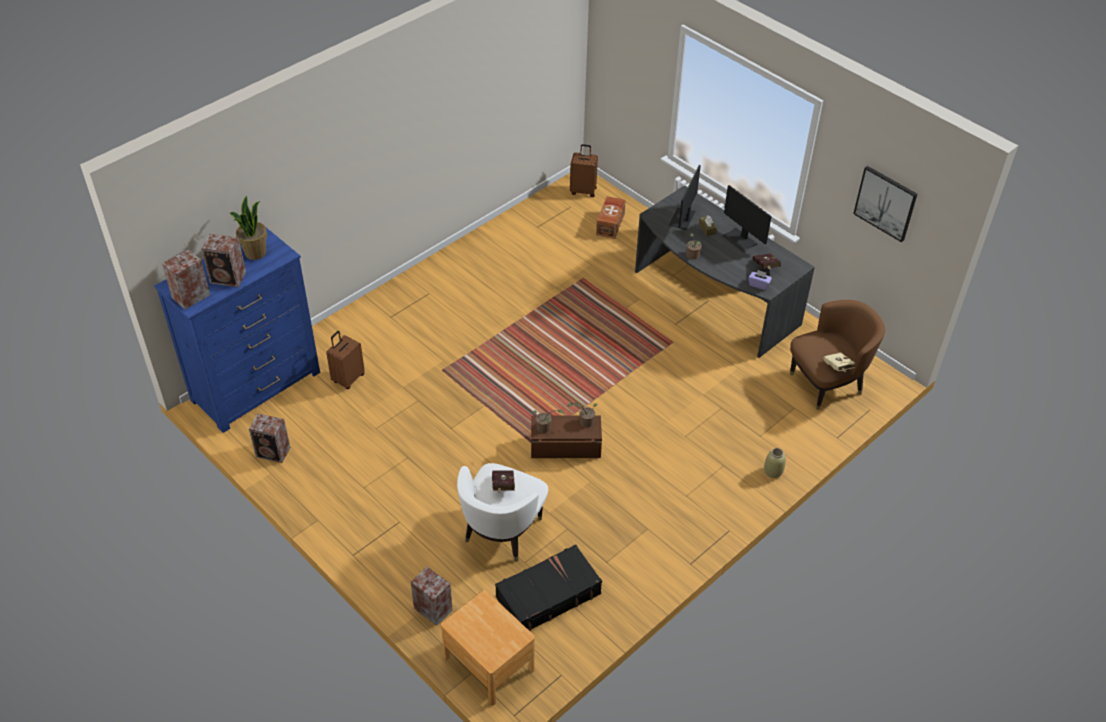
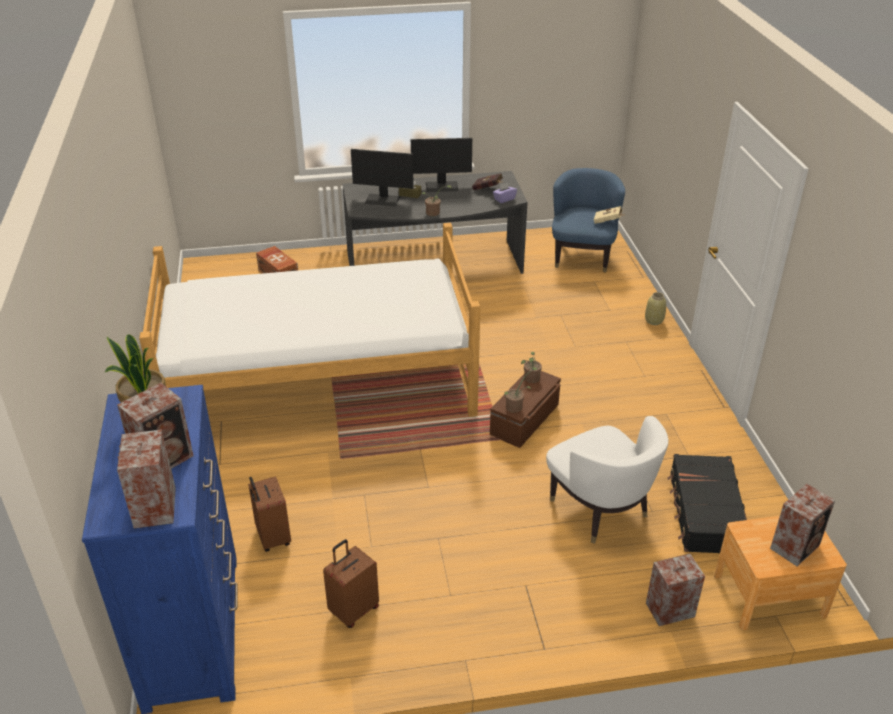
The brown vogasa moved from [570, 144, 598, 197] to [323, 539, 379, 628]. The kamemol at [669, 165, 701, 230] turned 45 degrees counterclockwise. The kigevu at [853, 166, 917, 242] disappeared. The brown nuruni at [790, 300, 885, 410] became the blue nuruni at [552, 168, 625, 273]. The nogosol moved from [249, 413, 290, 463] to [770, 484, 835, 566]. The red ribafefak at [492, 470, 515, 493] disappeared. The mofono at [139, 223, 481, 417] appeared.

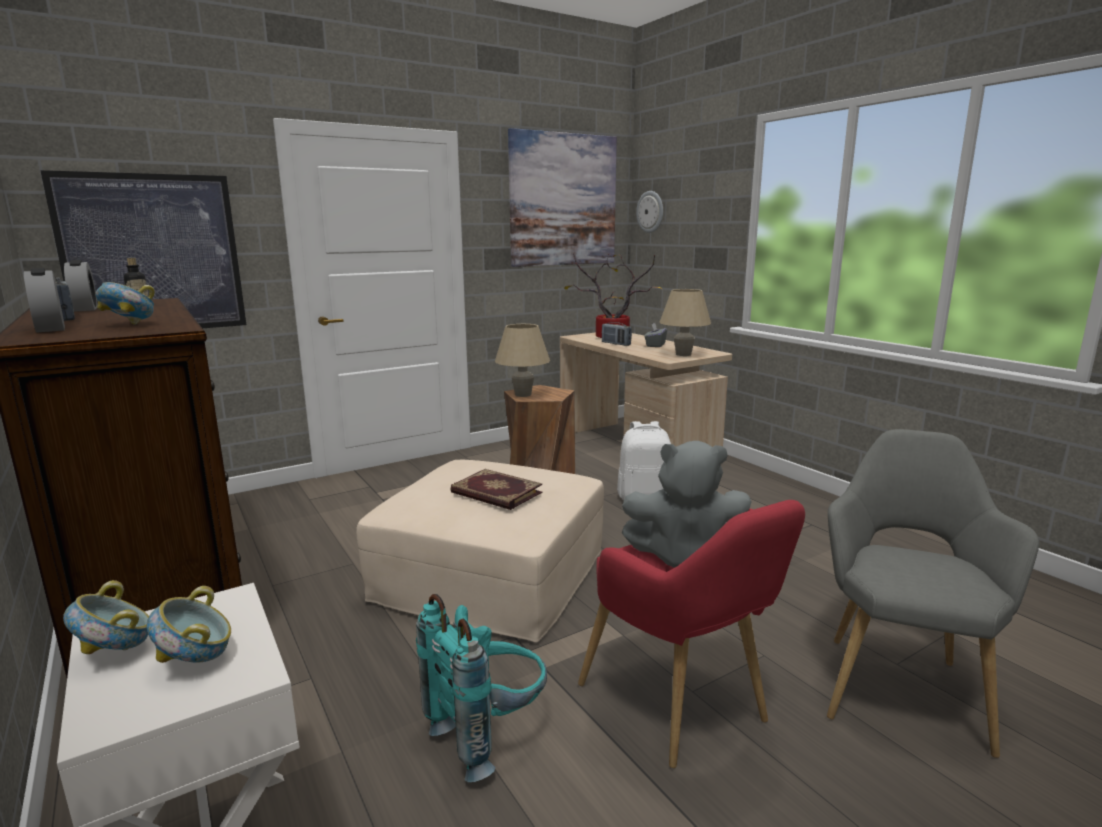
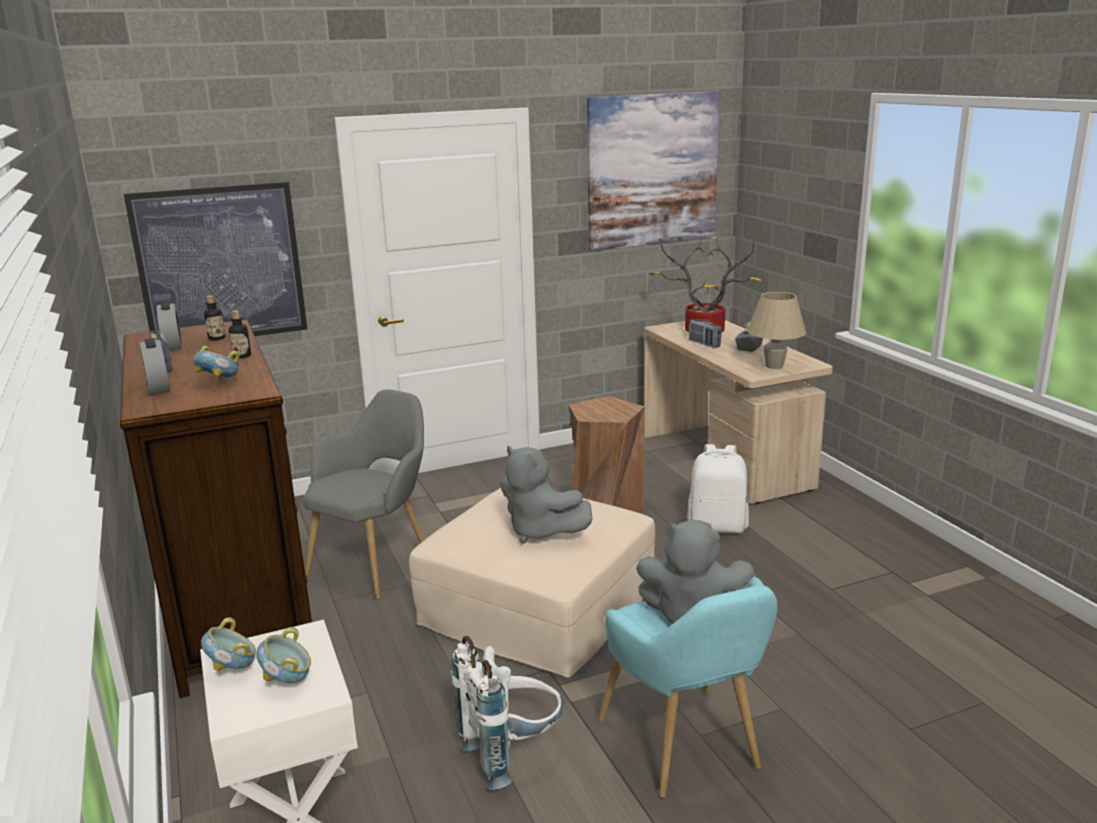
The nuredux at [636, 191, 663, 233] disappeared. The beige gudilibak at [495, 324, 550, 397] disappeared. The grey nuruni moved from [827, 429, 1039, 758] to [304, 389, 424, 599]. The ribafefak at [450, 469, 542, 510] was replaced by the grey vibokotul at [500, 446, 593, 543]. The red nuruni at [578, 500, 805, 768] became the turquoise nuruni at [598, 577, 777, 798]. The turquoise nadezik at [416, 594, 547, 782] became the white nadezik at [451, 636, 563, 790]. The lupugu at [229, 310, 251, 358] appeared.

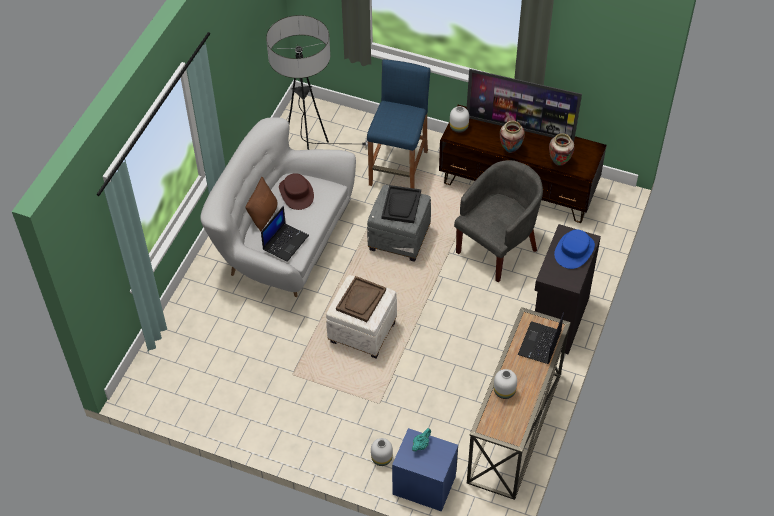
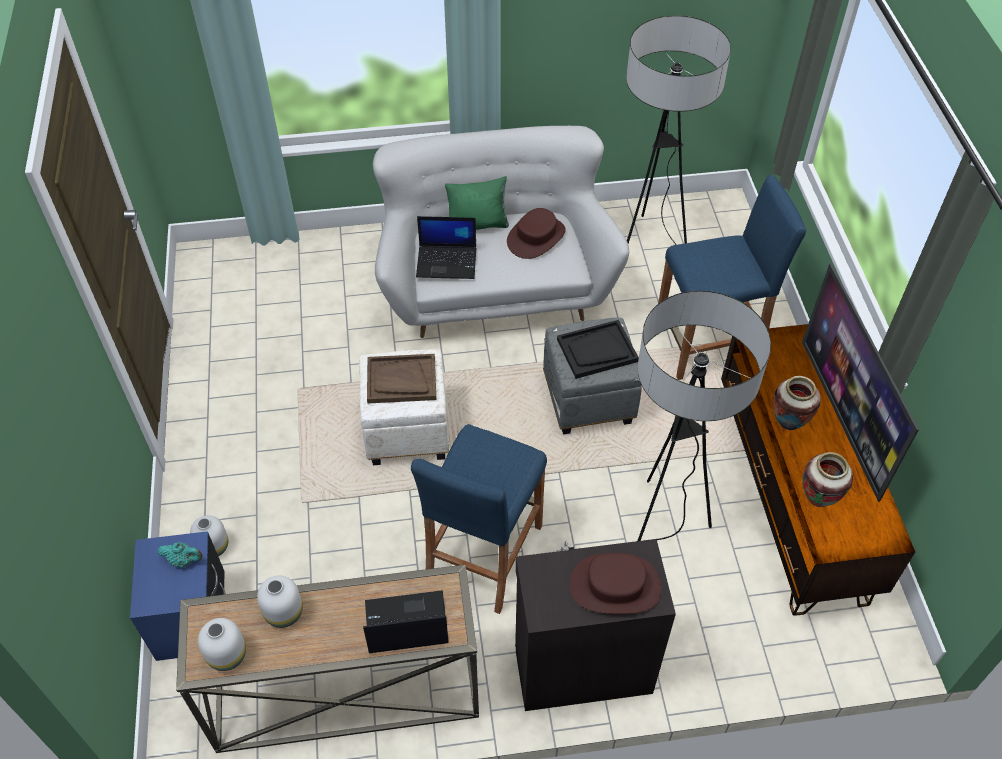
The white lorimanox moved from [450, 106, 469, 133] to [198, 618, 246, 671]. The grey nuruni at [454, 160, 543, 282] was replaced by the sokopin at [556, 291, 771, 551]. The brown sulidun at [245, 177, 278, 231] became the green sulidun at [445, 176, 509, 230]. The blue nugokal at [554, 230, 595, 269] became the brown nugokal at [570, 553, 661, 614]. The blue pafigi at [411, 424, 547, 614] appeared.

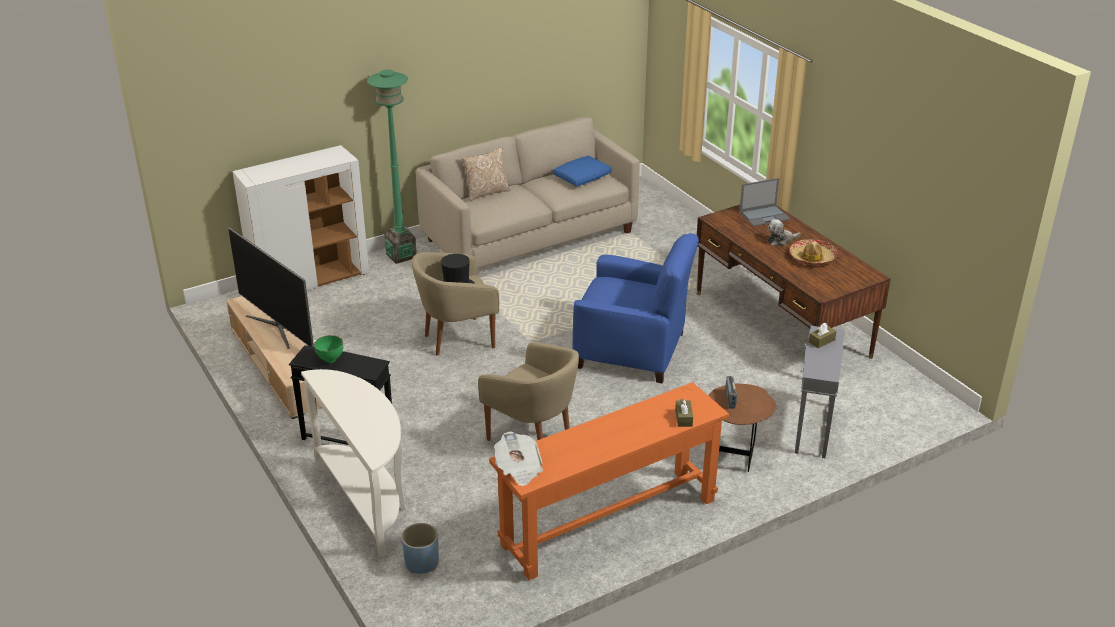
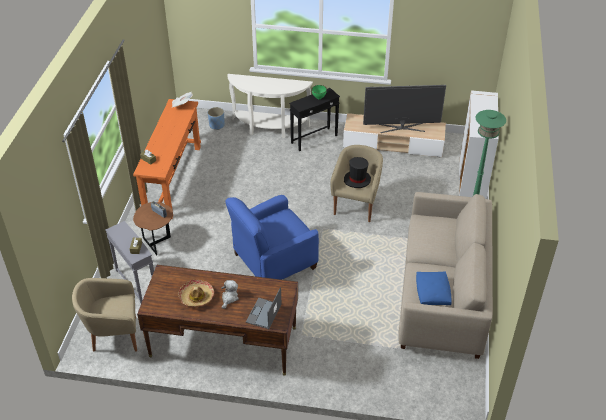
The sulidun at [462, 147, 511, 202] disappeared. The beige nuruni moved from [478, 342, 579, 441] to [72, 278, 137, 352].

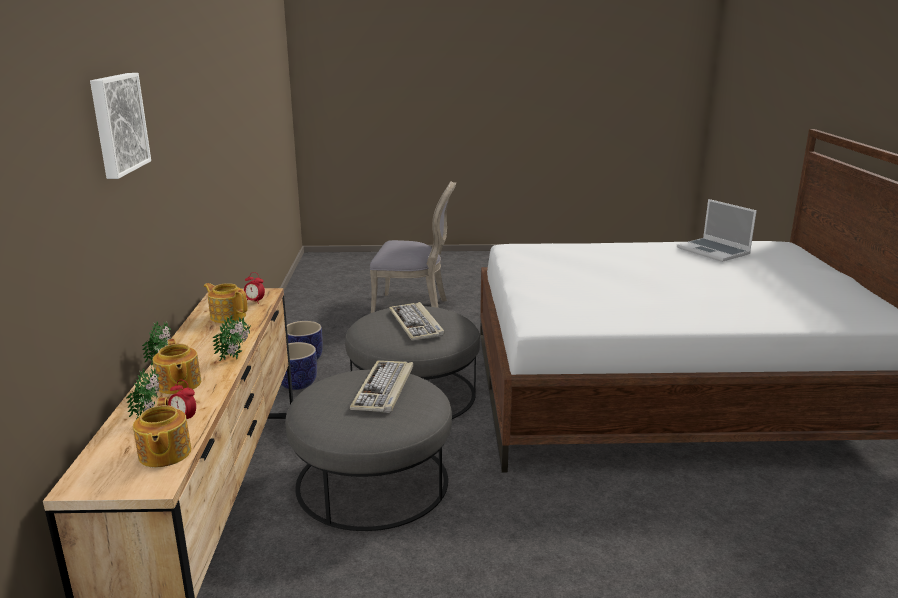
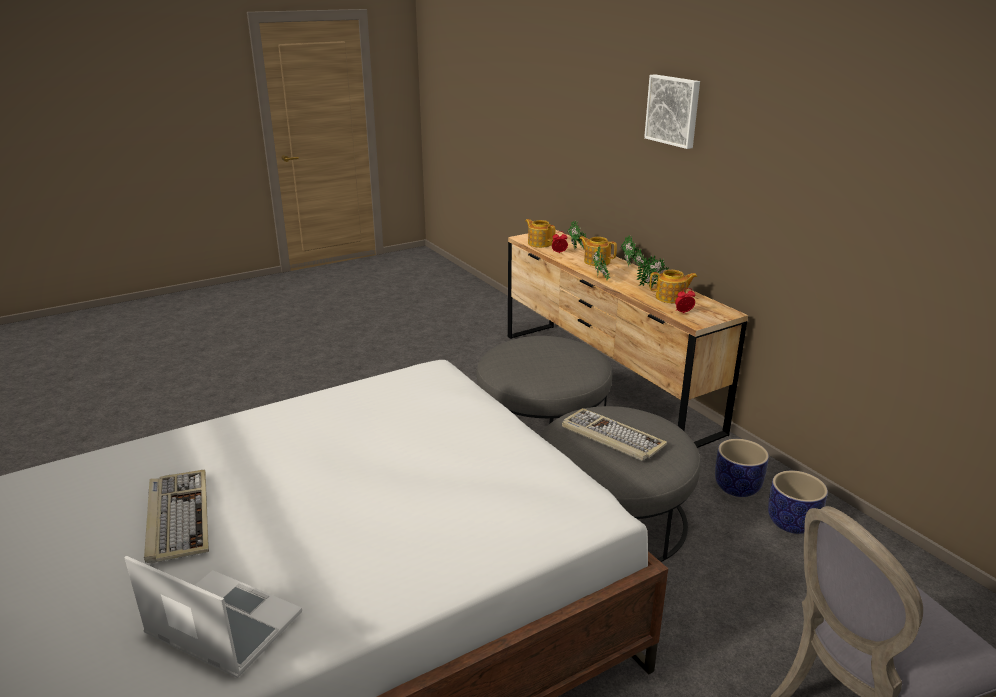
The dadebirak moved from [350, 361, 413, 413] to [144, 470, 209, 563]. The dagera at [636, 255, 669, 288] appeared.

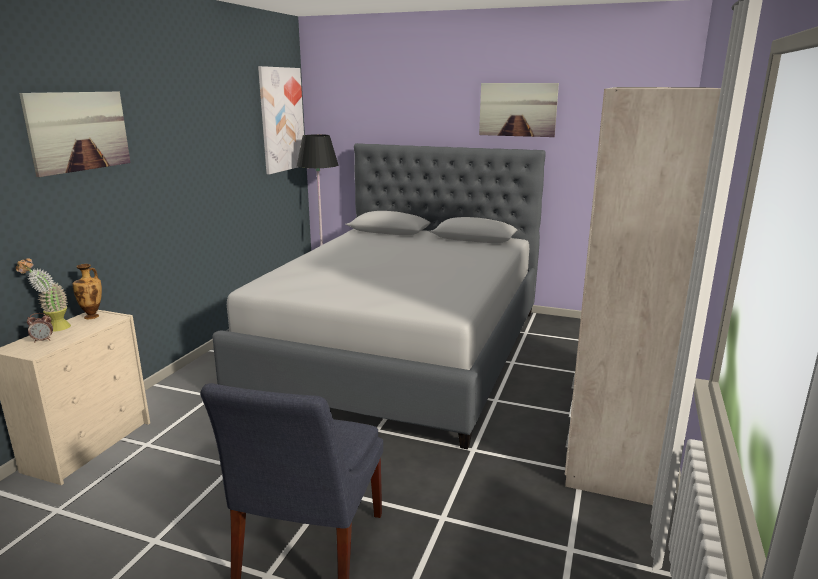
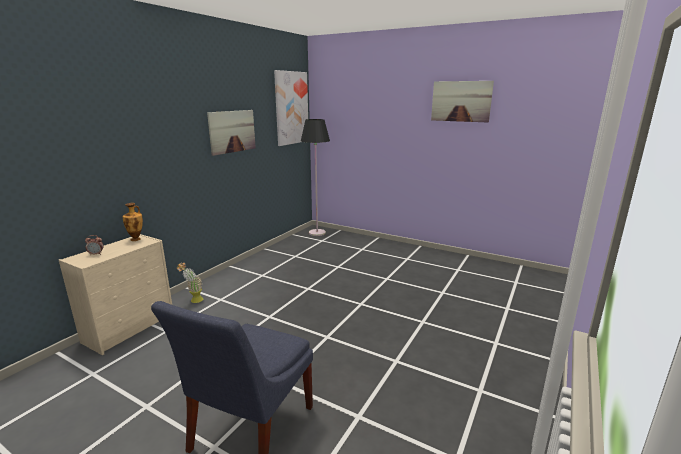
The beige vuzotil at [565, 87, 721, 505] disappeared. The kigevu moved from [19, 91, 131, 177] to [207, 110, 256, 156]. The grey mofono at [212, 143, 546, 449] disappeared. The dagera moved from [16, 258, 71, 332] to [177, 262, 203, 303].

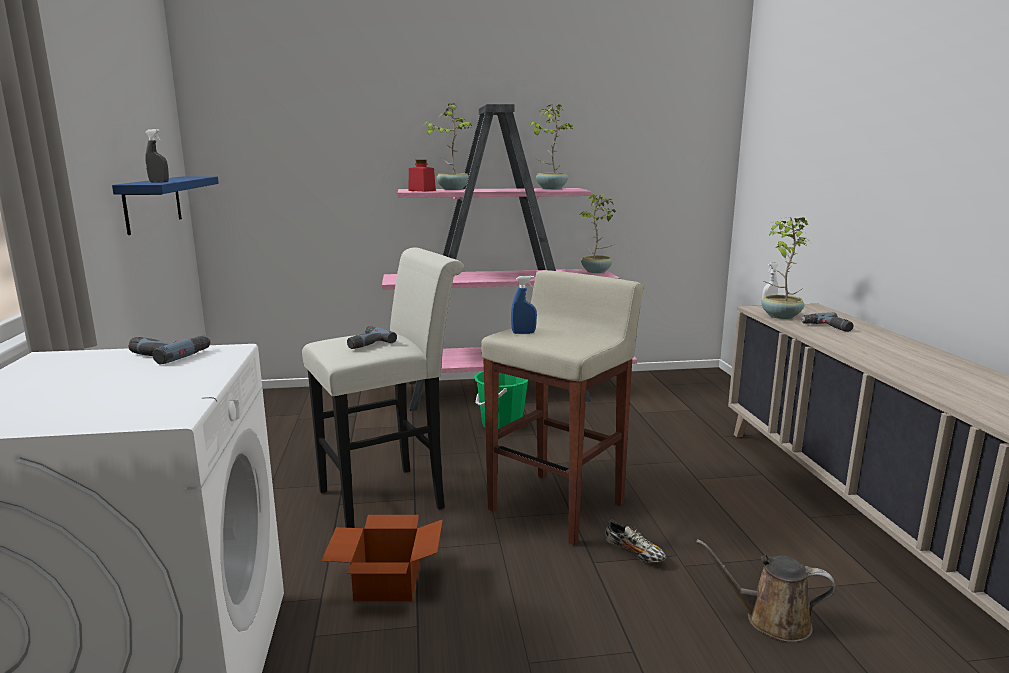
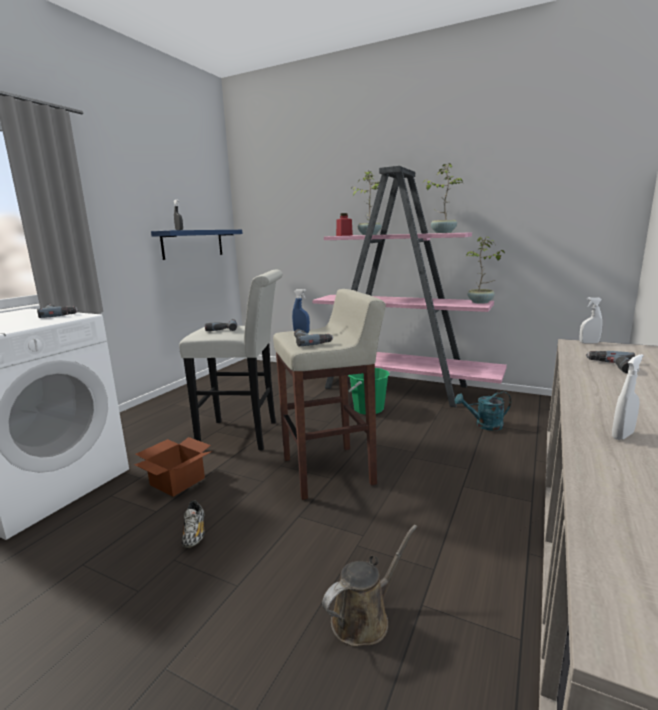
The dagera at [761, 217, 808, 319] disappeared. The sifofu moved from [605, 520, 666, 563] to [182, 500, 204, 548]. The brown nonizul at [696, 539, 836, 642] turned 90 degrees clockwise. The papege at [294, 329, 333, 347] appeared. The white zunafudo at [612, 354, 644, 440] appeared. The turquoise nonizul at [454, 392, 511, 431] appeared.

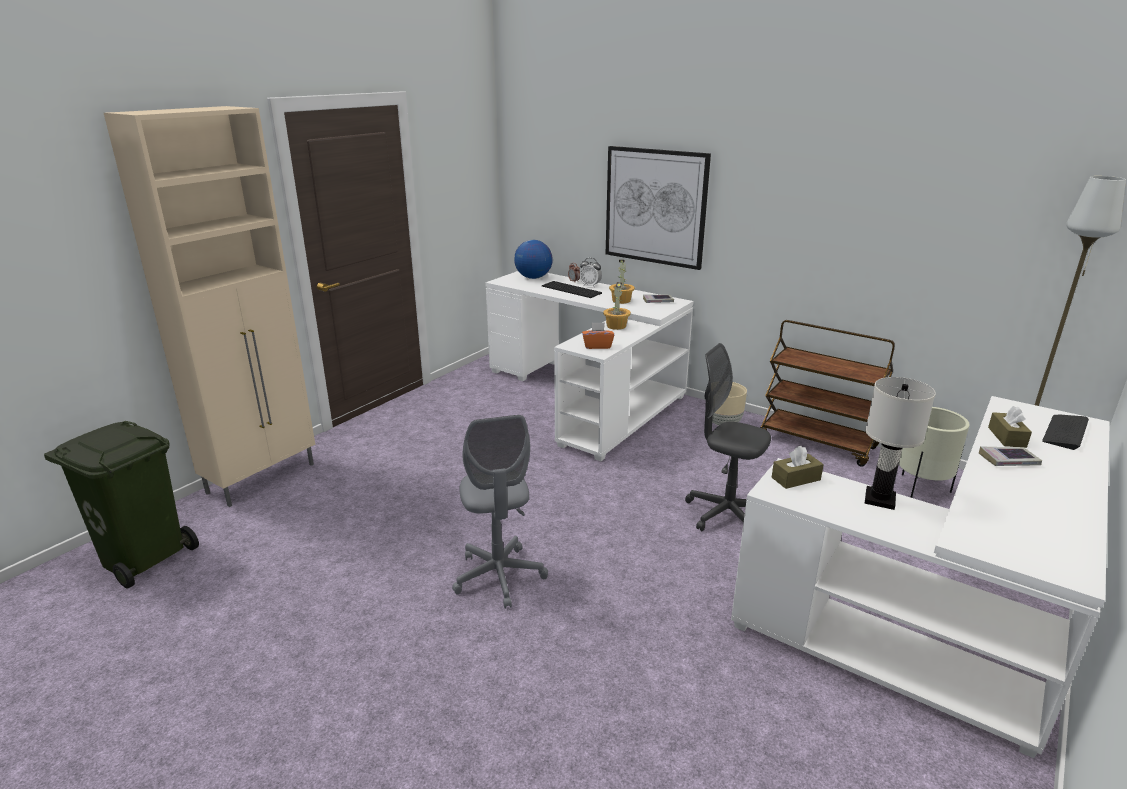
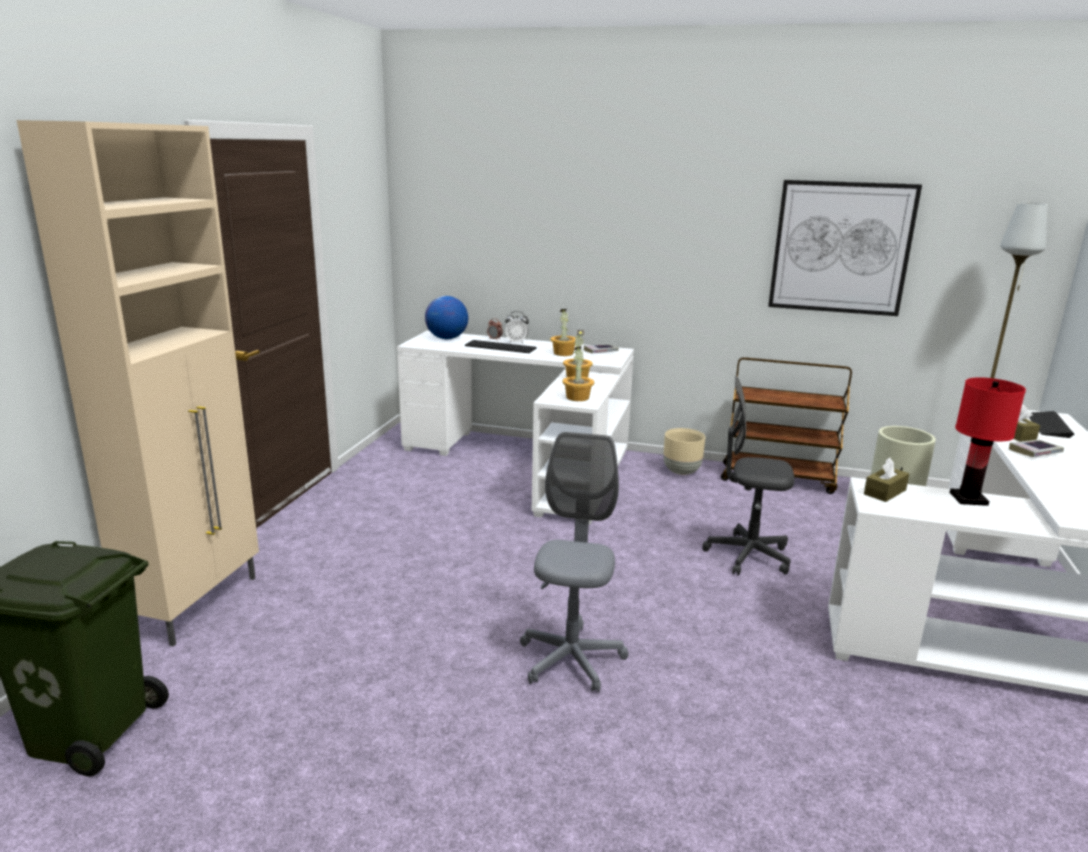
The kigevu moved from [606, 146, 711, 270] to [768, 180, 922, 316]. The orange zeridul at [582, 322, 614, 349] was replaced by the dagera at [562, 347, 594, 401]. The white gudilibak at [865, 377, 936, 510] became the red gudilibak at [950, 377, 1026, 506]. The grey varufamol at [452, 415, 548, 608] turned 135 degrees counterclockwise.

